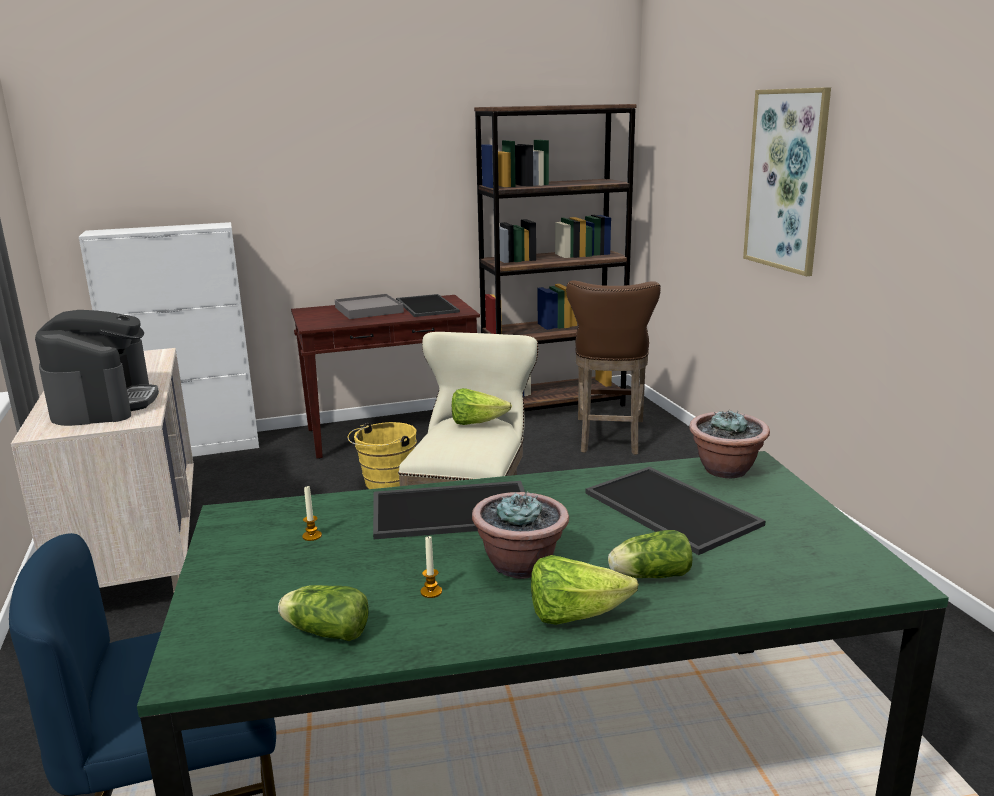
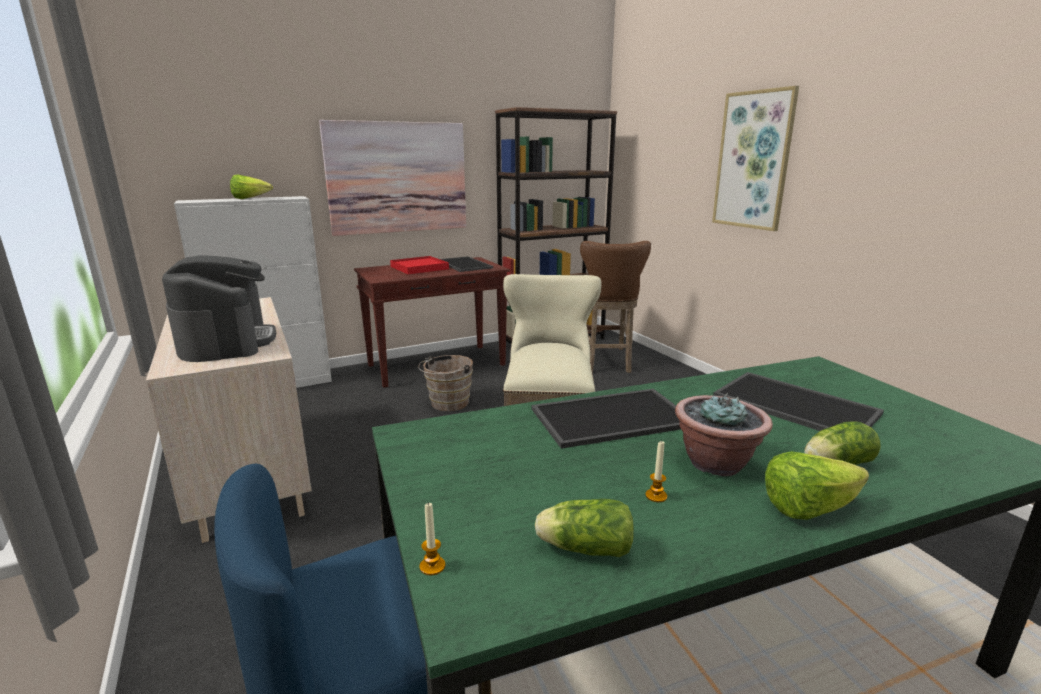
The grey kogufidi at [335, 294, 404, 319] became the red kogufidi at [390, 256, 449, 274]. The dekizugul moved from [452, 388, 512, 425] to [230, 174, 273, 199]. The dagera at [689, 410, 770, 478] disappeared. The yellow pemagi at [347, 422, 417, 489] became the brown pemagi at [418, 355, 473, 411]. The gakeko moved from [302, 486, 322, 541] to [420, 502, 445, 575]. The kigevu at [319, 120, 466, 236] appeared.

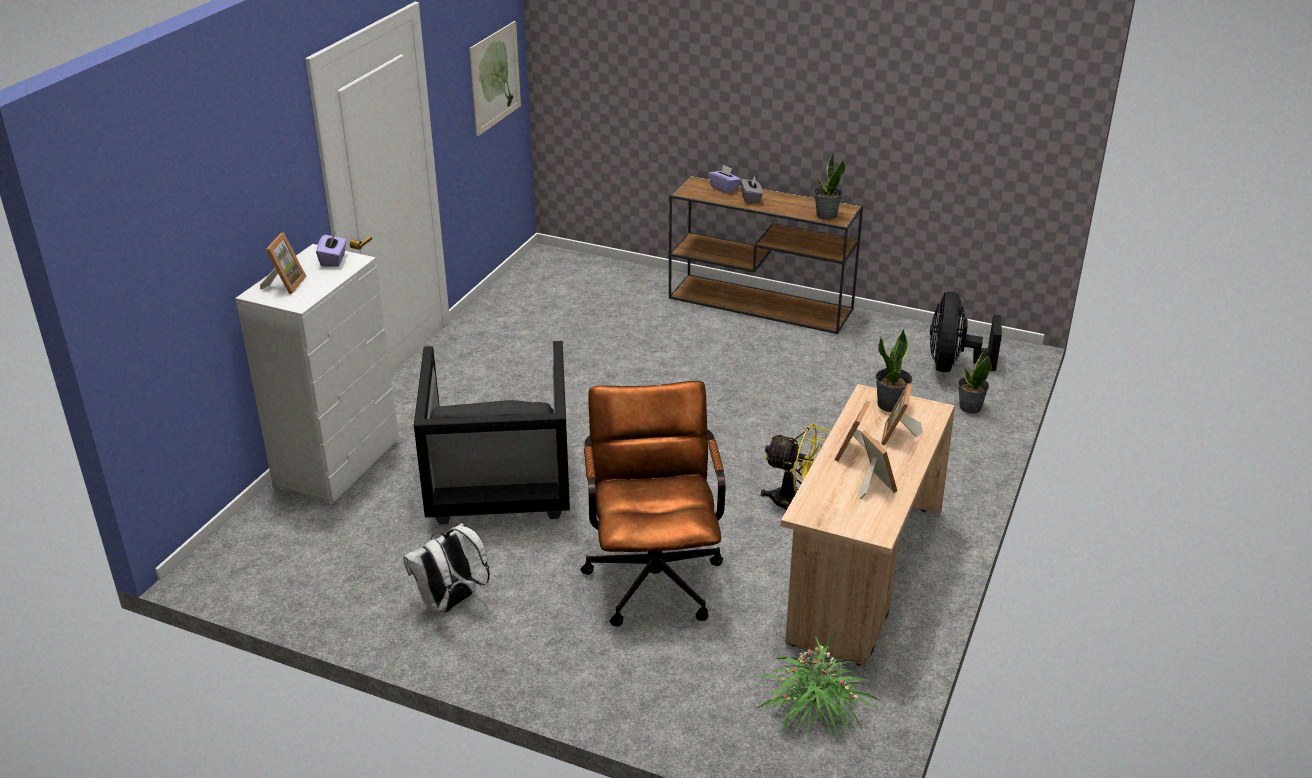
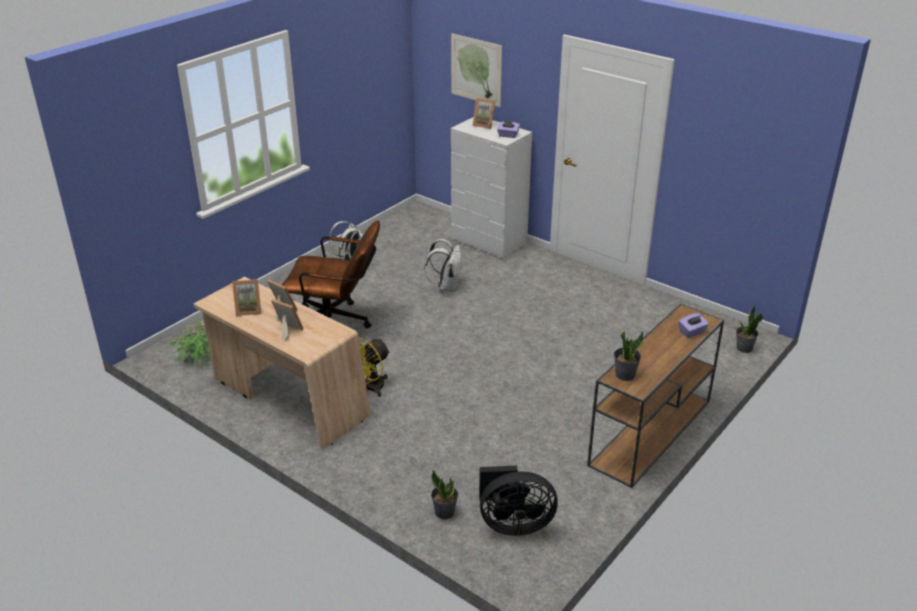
The kigevu moved from [470, 21, 521, 136] to [451, 34, 502, 107]. The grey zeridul at [741, 176, 763, 204] disappeared. The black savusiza at [930, 292, 1002, 372] turned 150 degrees clockwise. The dagera moved from [875, 329, 912, 412] to [736, 306, 763, 353]. The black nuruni at [414, 341, 570, 525] was replaced by the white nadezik at [424, 239, 462, 292].

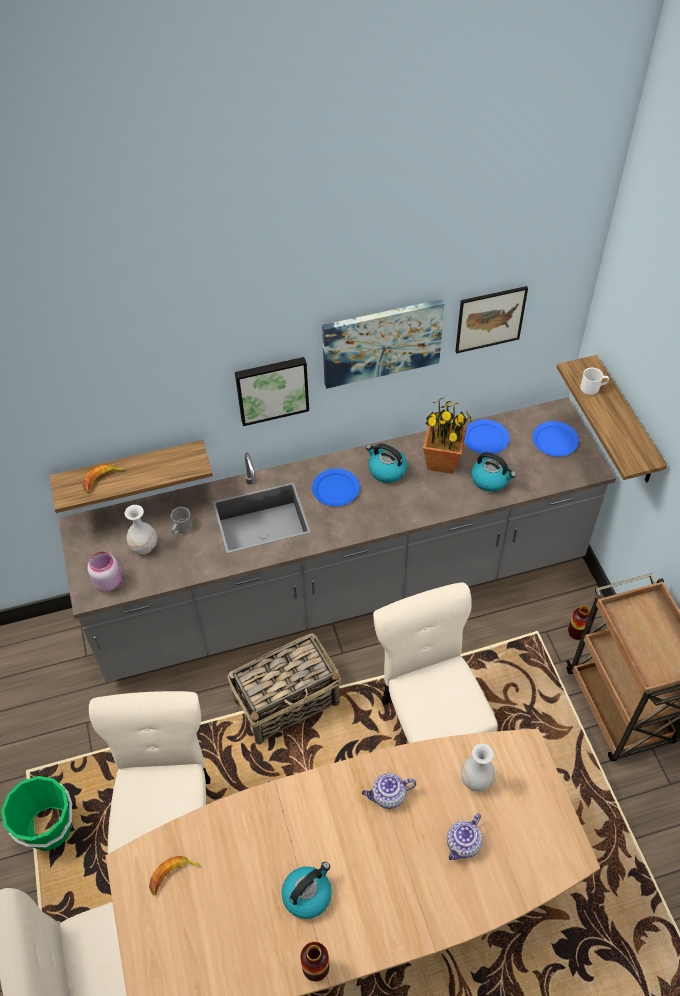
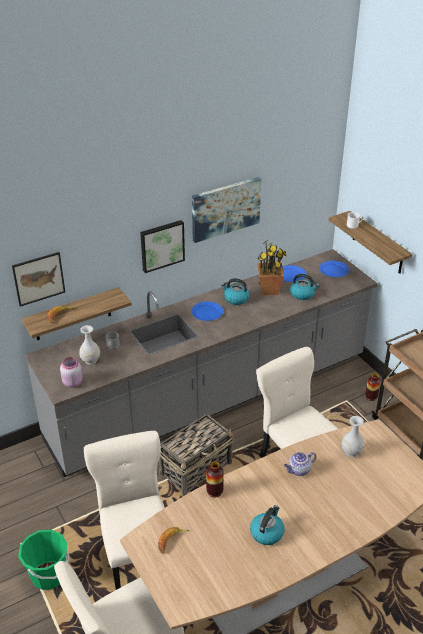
The kigevu moved from [455, 286, 528, 353] to [12, 252, 65, 307]. The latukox at [447, 813, 482, 860] disappeared. The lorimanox moved from [300, 942, 329, 981] to [206, 461, 224, 498].

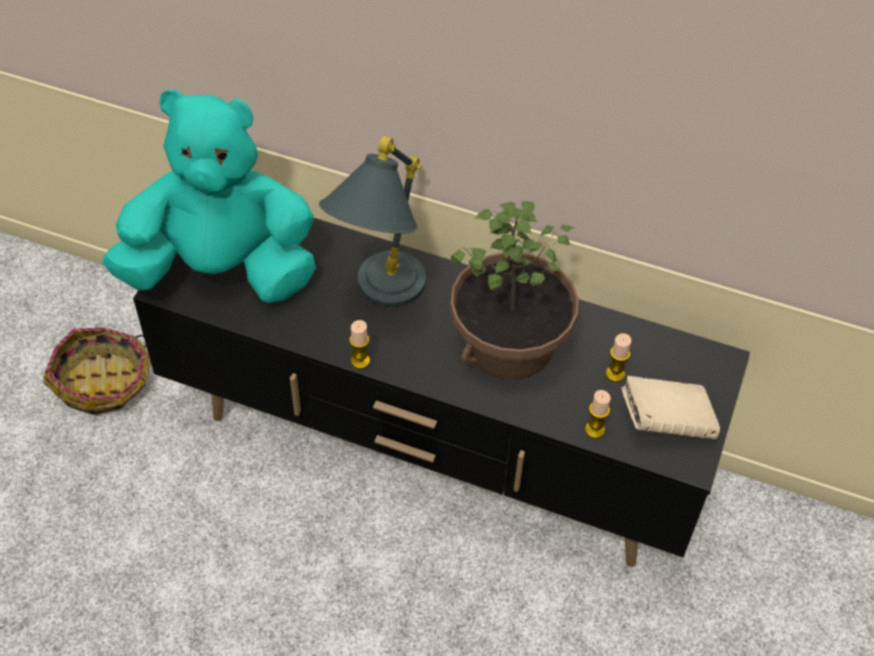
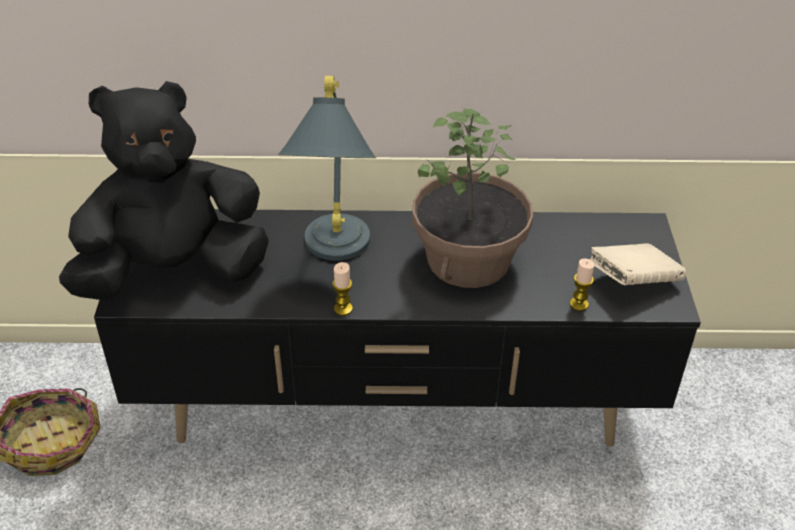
The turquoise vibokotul at [103, 89, 316, 303] became the black vibokotul at [59, 81, 269, 300]. The gakeko at [606, 333, 631, 382] disappeared.

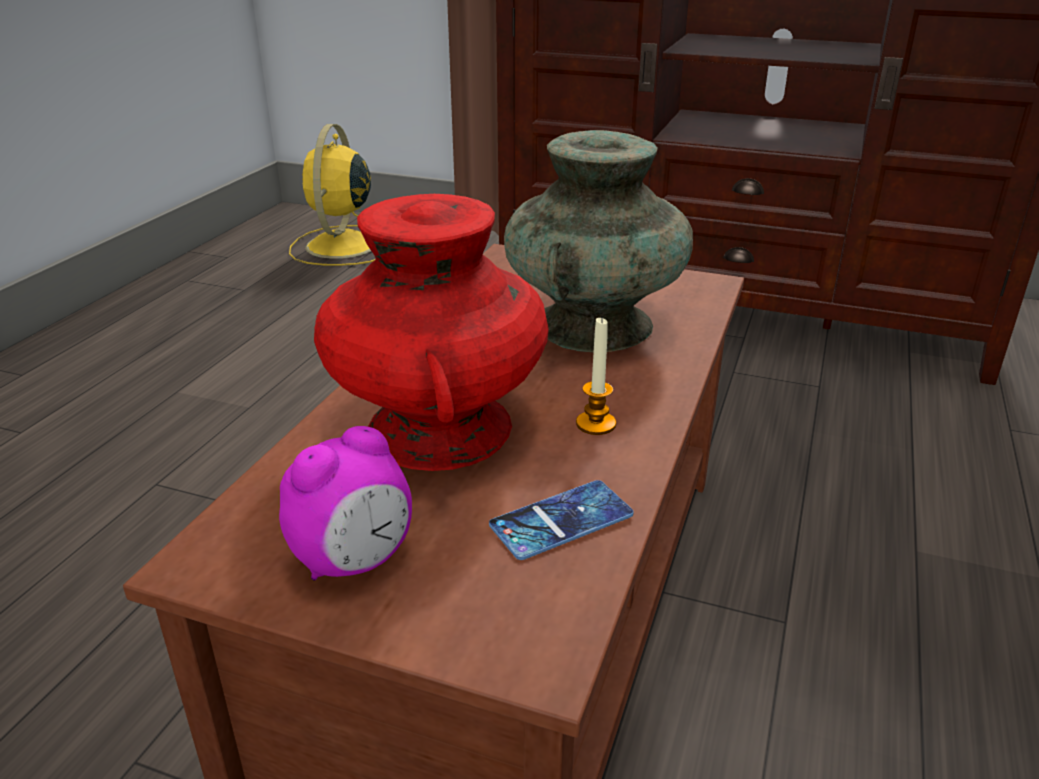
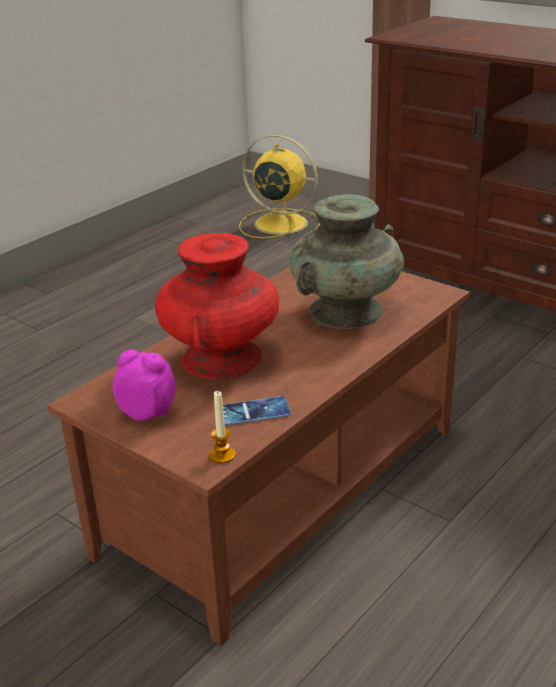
The yellow savusiza at [289, 124, 376, 266] turned 90 degrees clockwise. The gakeko moved from [576, 318, 616, 435] to [209, 390, 236, 463]. The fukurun at [279, 426, 412, 580] turned 135 degrees counterclockwise.

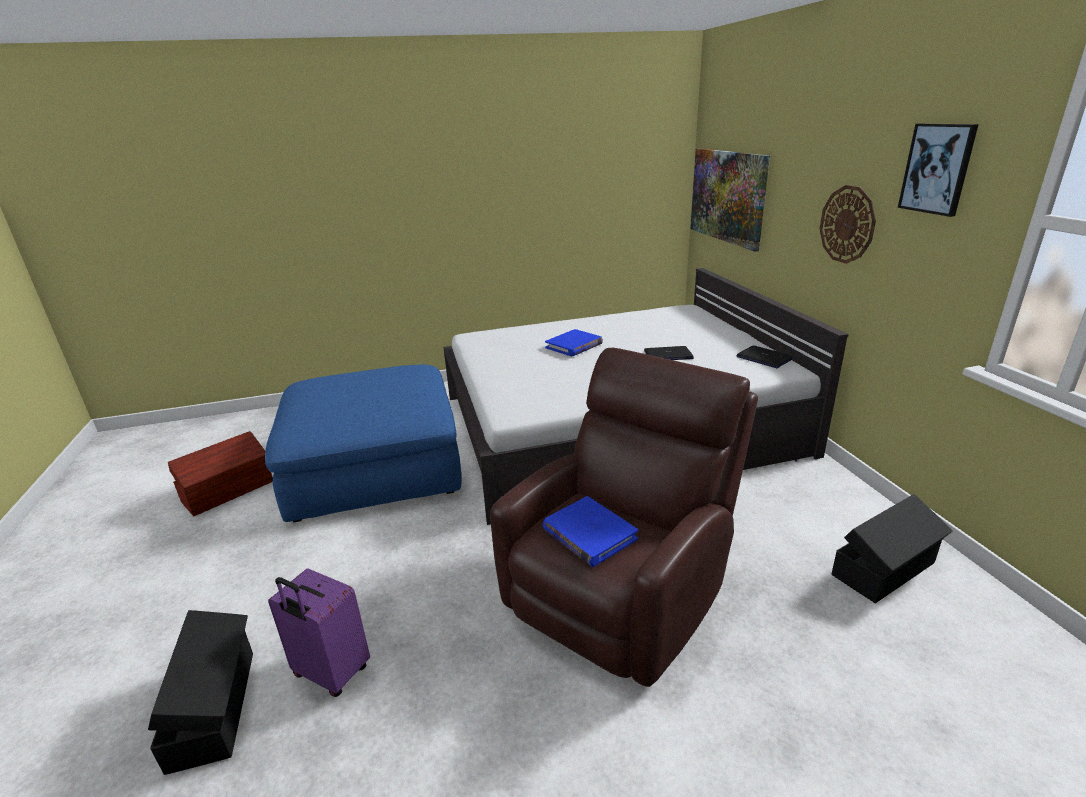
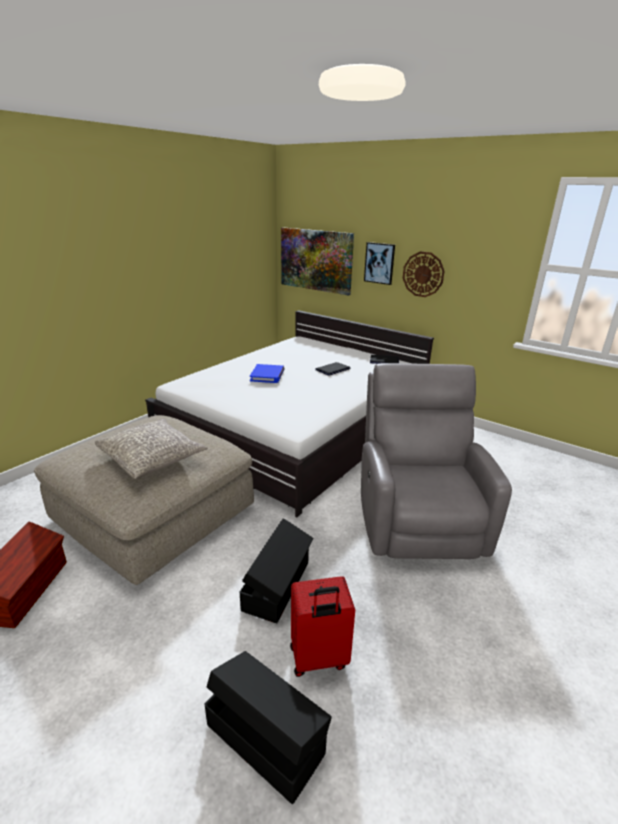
The kigevu moved from [898, 123, 979, 217] to [364, 242, 395, 285]. The brown nuruni at [490, 348, 758, 687] became the grey nuruni at [361, 363, 512, 559]. The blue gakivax at [265, 365, 461, 522] became the beige gakivax at [34, 415, 254, 585]. The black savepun moved from [832, 494, 953, 603] to [240, 518, 314, 623]. The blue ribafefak at [543, 496, 638, 567] disappeared. The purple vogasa at [268, 568, 370, 697] became the red vogasa at [290, 576, 355, 677]. The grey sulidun at [95, 418, 208, 479] appeared.

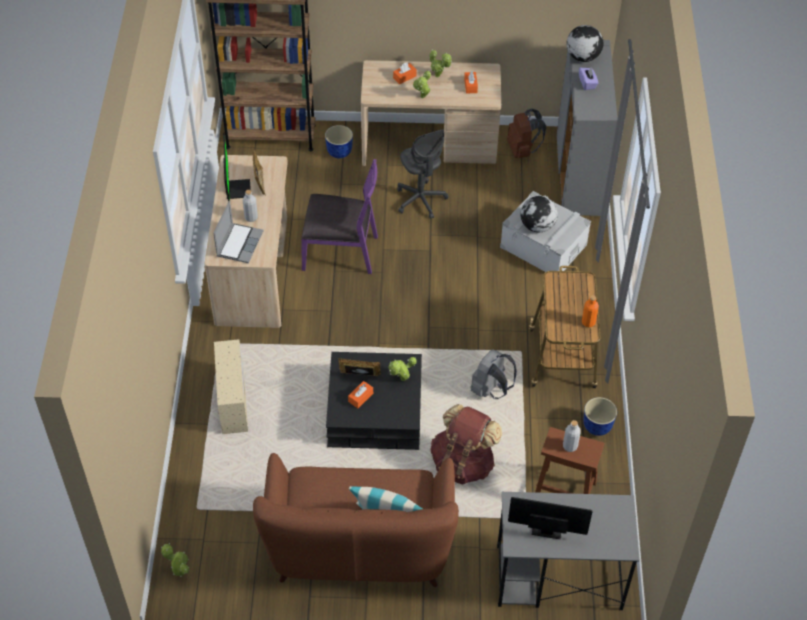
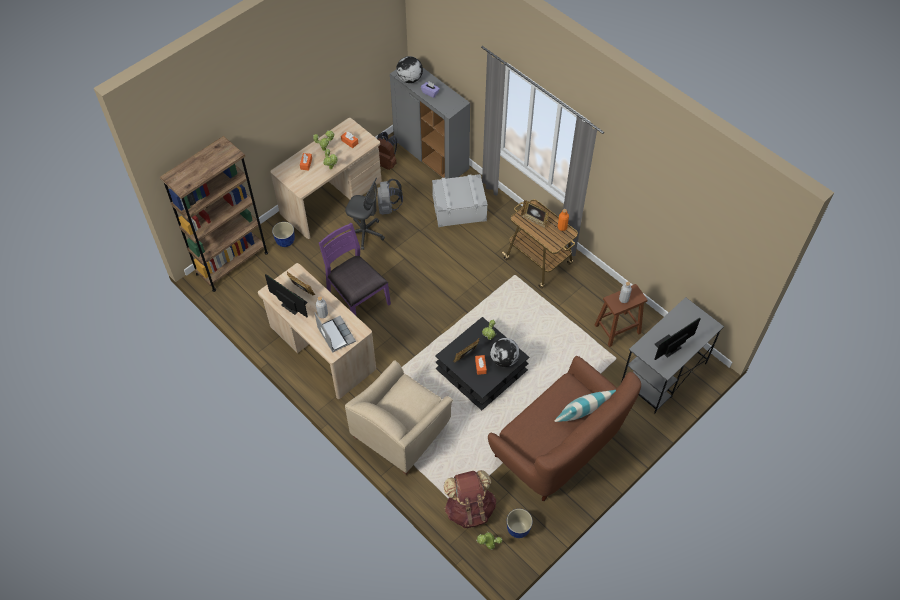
The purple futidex at [301, 159, 378, 274] turned 90 degrees counterclockwise. The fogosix moved from [521, 196, 557, 232] to [490, 338, 520, 367]. The beige savepun at [214, 339, 248, 434] was replaced by the beige nuruni at [345, 360, 453, 475]. The grey nadezik moved from [470, 350, 517, 399] to [377, 179, 403, 215]. The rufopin moved from [584, 397, 617, 436] to [507, 509, 533, 538]. The brown nadezik moved from [430, 404, 502, 484] to [444, 470, 496, 528]. The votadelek at [521, 200, 549, 229] appeared.

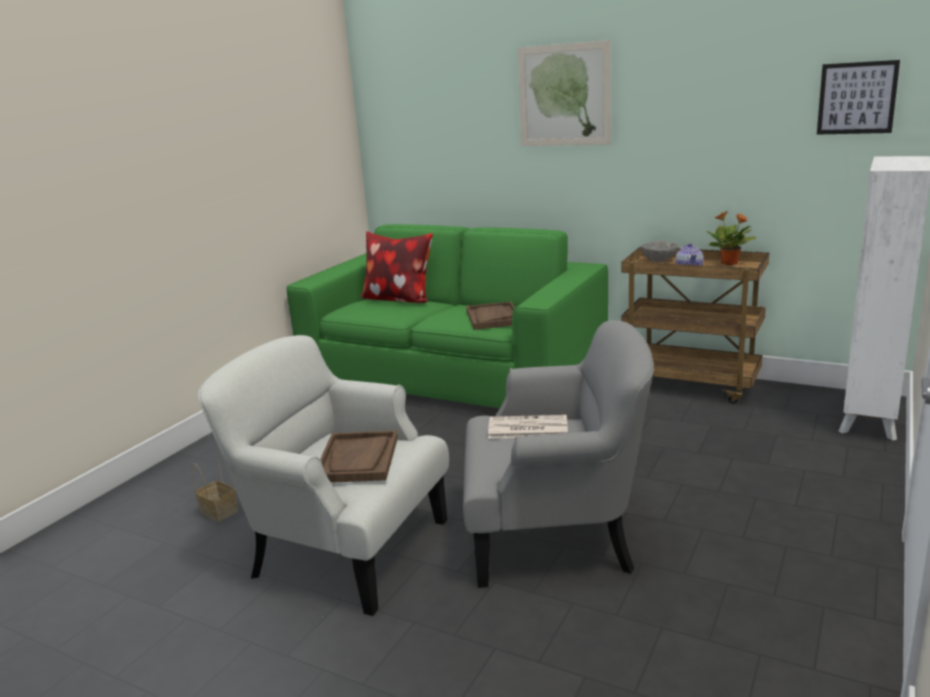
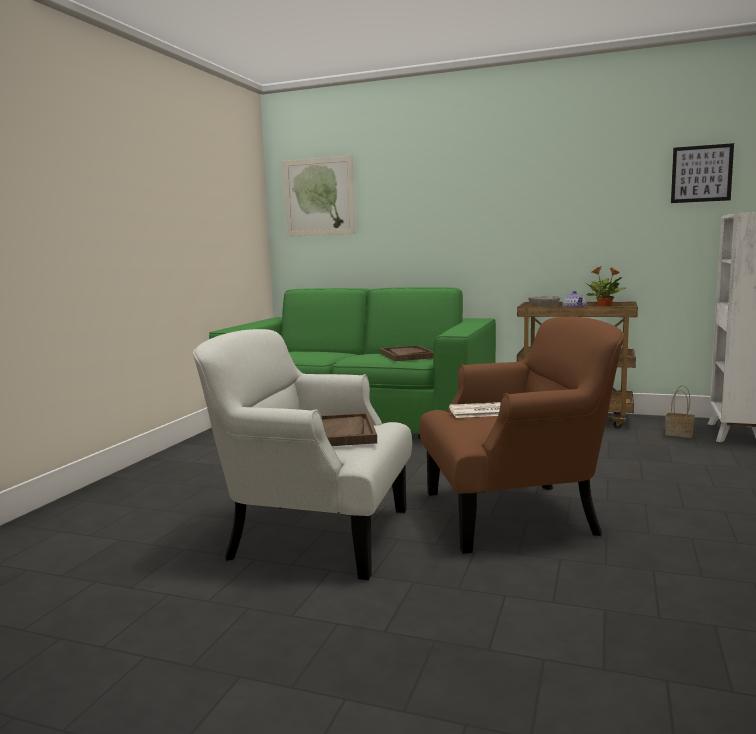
The kigevu moved from [517, 40, 611, 146] to [283, 155, 355, 237]. The sulidun at [360, 231, 433, 303] disappeared. The grey nuruni at [463, 320, 654, 588] became the brown nuruni at [419, 317, 624, 554]. The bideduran moved from [192, 452, 238, 522] to [665, 385, 695, 438].

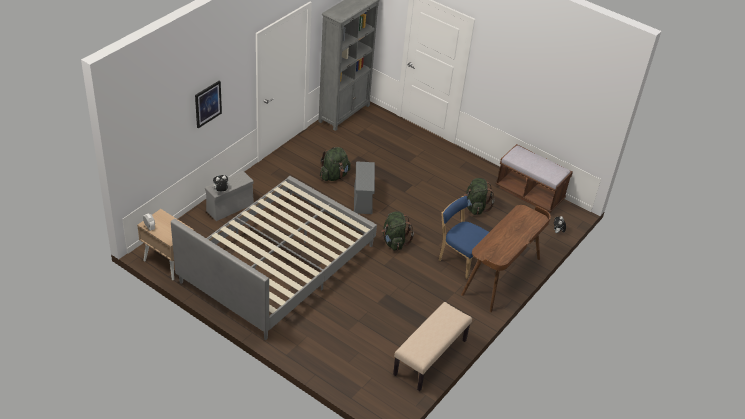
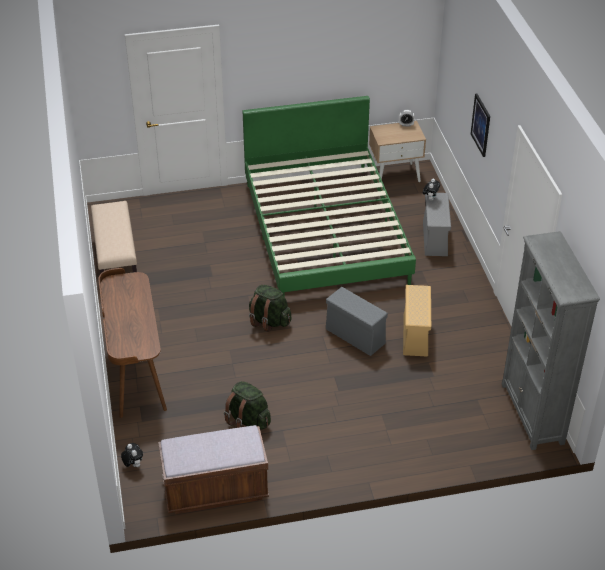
The green nadezik at [320, 147, 351, 181] was replaced by the beige savepun at [403, 285, 431, 357]. The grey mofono at [171, 176, 377, 340] became the green mofono at [243, 96, 416, 296]. The blue futidex at [439, 196, 489, 279] disappeared.

